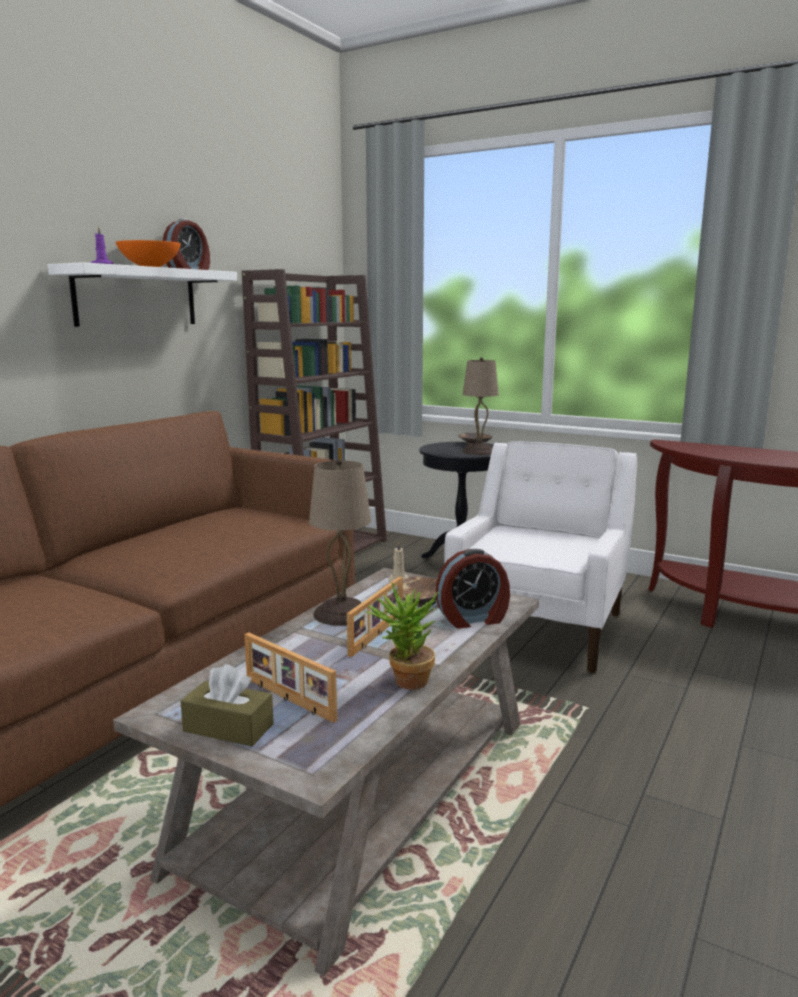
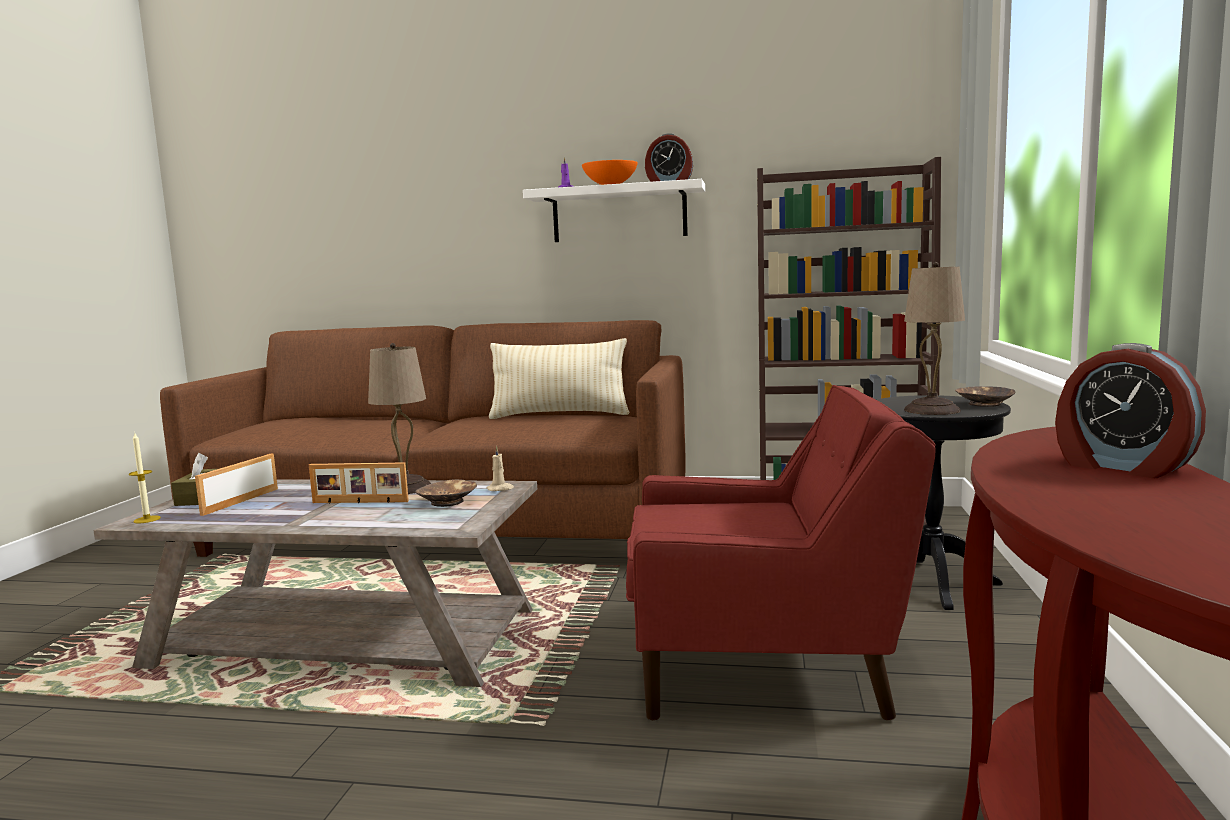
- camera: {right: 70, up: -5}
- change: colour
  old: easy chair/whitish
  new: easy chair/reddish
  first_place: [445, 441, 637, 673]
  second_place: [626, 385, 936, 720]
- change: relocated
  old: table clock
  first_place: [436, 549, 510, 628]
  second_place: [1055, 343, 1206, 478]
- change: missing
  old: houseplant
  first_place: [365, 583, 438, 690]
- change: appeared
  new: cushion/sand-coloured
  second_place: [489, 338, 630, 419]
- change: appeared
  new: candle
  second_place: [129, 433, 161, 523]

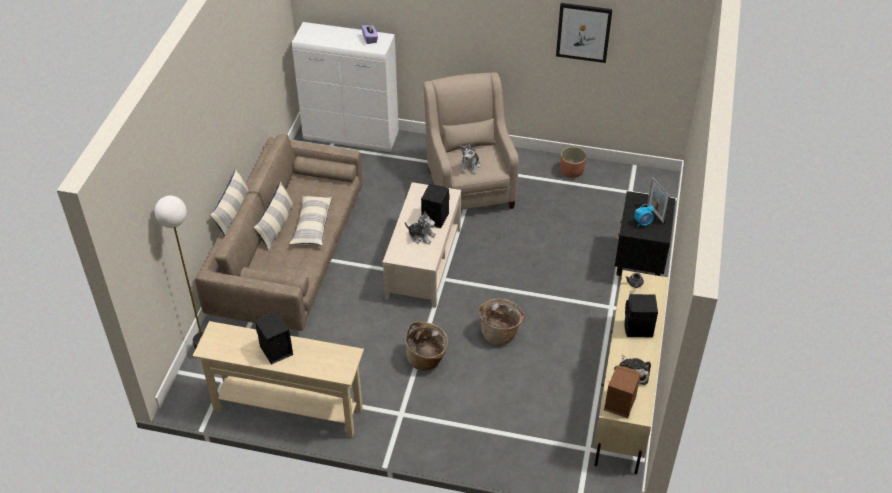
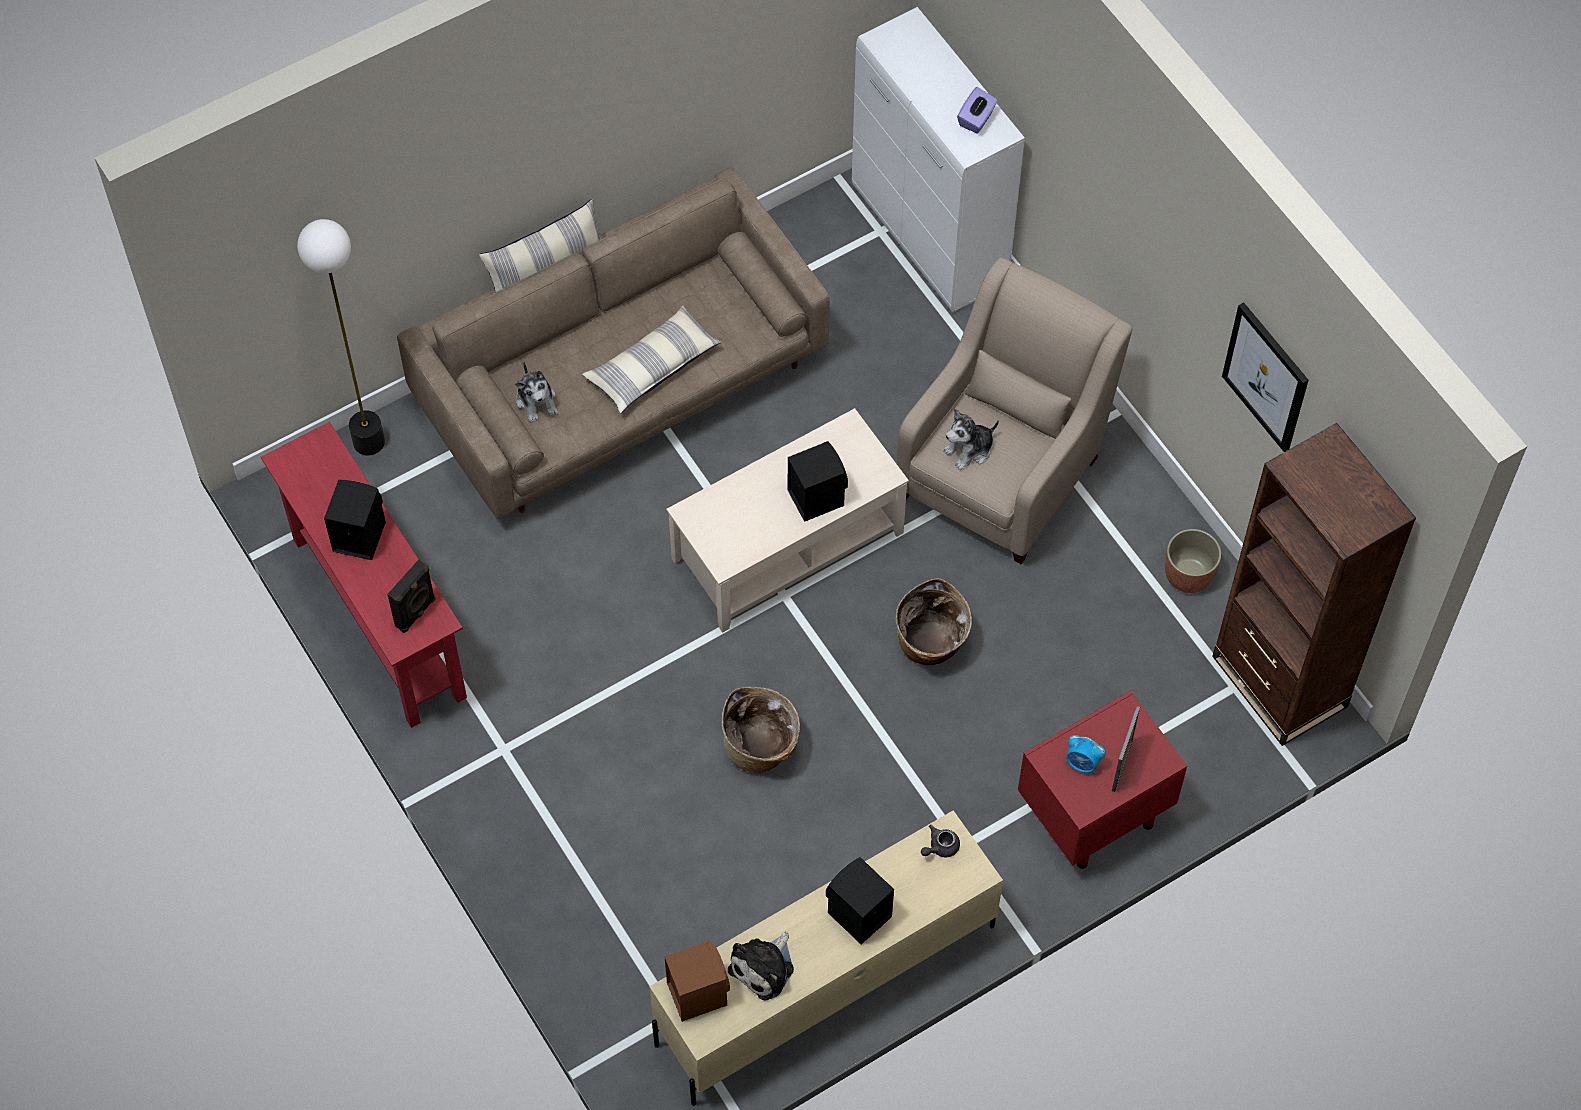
- camera: {right: 45, up: 15}
- change: missing
  old: cushion
  first_place: [253, 181, 294, 252]
- change: colour
  old: nightstand/black-coloured
  new: nightstand/reddish
  first_place: [615, 191, 676, 276]
  second_place: [1018, 691, 1187, 869]
- change: relocated
  old: cuddly toy
  first_place: [405, 211, 436, 245]
  second_place: [515, 362, 557, 423]
- change: colour
  old: console table/sand-coloured
  new: console table/reddish
  first_place: [192, 321, 364, 438]
  second_place: [261, 422, 467, 728]
- change: relocated
  old: storage basket
  first_place: [405, 322, 448, 371]
  second_place: [896, 578, 972, 665]
- change: appeared
  new: bookshelf/brown-coloured
  second_place: [1212, 423, 1416, 746]
- change: appeared
  new: audio speaker/black-coloured
  second_place: [387, 559, 435, 633]

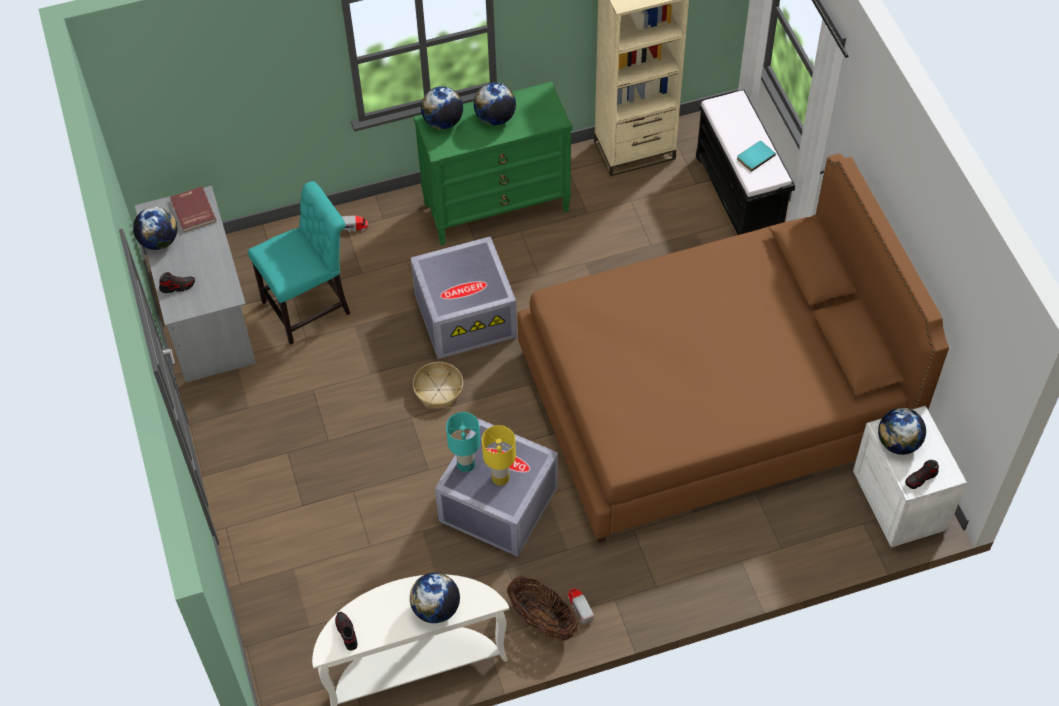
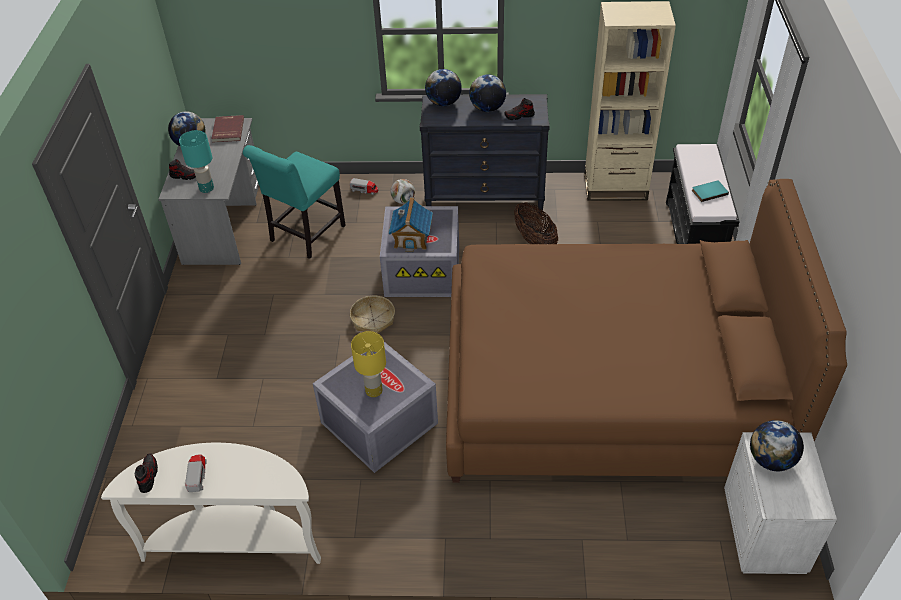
- camera: {right: 20, up: -10}
- change: colour
  old: drawer chest/green-coloured
  new: drawer chest/black-coloured
  first_place: [413, 81, 572, 245]
  second_place: [420, 94, 550, 216]
- change: spun
  old: plain chair/blue-green
  first_place: [248, 181, 350, 345]
  second_place: [243, 145, 346, 259]
  degrees: 135
- change: relocated
  old: lamp for a table/blue-green
  first_place: [446, 412, 480, 472]
  second_place: [179, 130, 214, 193]
- change: relocated
  old: shoe
  first_place: [905, 460, 939, 489]
  second_place: [505, 98, 535, 120]
- change: missing
  old: globe
  first_place: [410, 573, 460, 623]
- change: relocated
  old: storage basket
  first_place: [507, 576, 579, 641]
  second_place: [514, 202, 558, 244]
- change: relocated
  old: model truck
  first_place: [568, 588, 594, 624]
  second_place: [185, 454, 207, 492]
- change: appeared
  new: football
  second_place: [390, 179, 415, 204]
- change: appeared
  new: miniature house
  second_place: [389, 197, 433, 252]

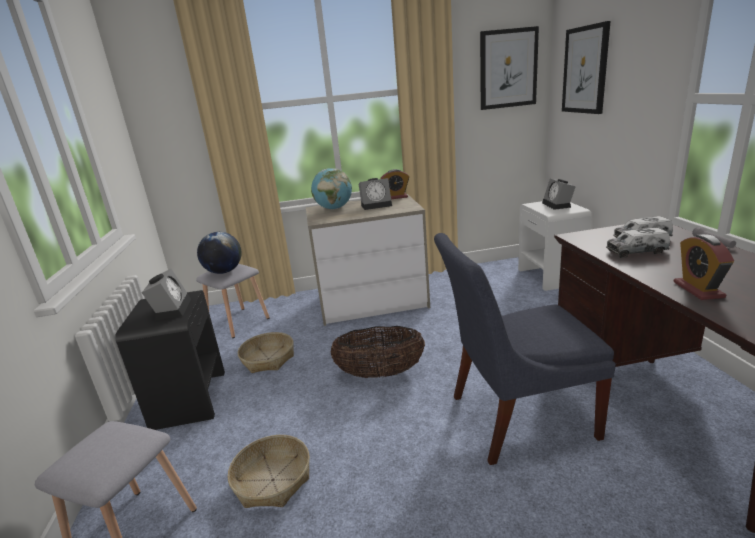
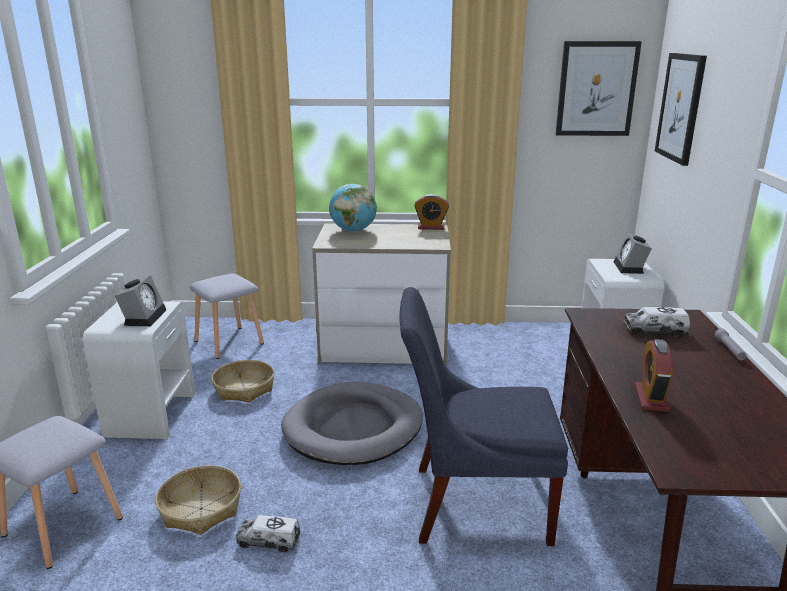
- camera: {right: 10, up: 0}
- change: missing
  old: table clock
  first_place: [359, 178, 392, 210]
- change: relocated
  old: model truck
  first_place: [606, 228, 670, 258]
  second_place: [236, 515, 301, 552]
- change: missing
  old: globe
  first_place: [197, 232, 242, 274]
- change: colour
  old: nightstand/black-coloured
  new: nightstand/whitish
  first_place: [115, 290, 225, 430]
  second_place: [83, 301, 195, 439]
- change: exchanged
  old: storage basket
  new: dog bed/greyish
  first_place: [331, 326, 425, 378]
  second_place: [281, 382, 423, 465]

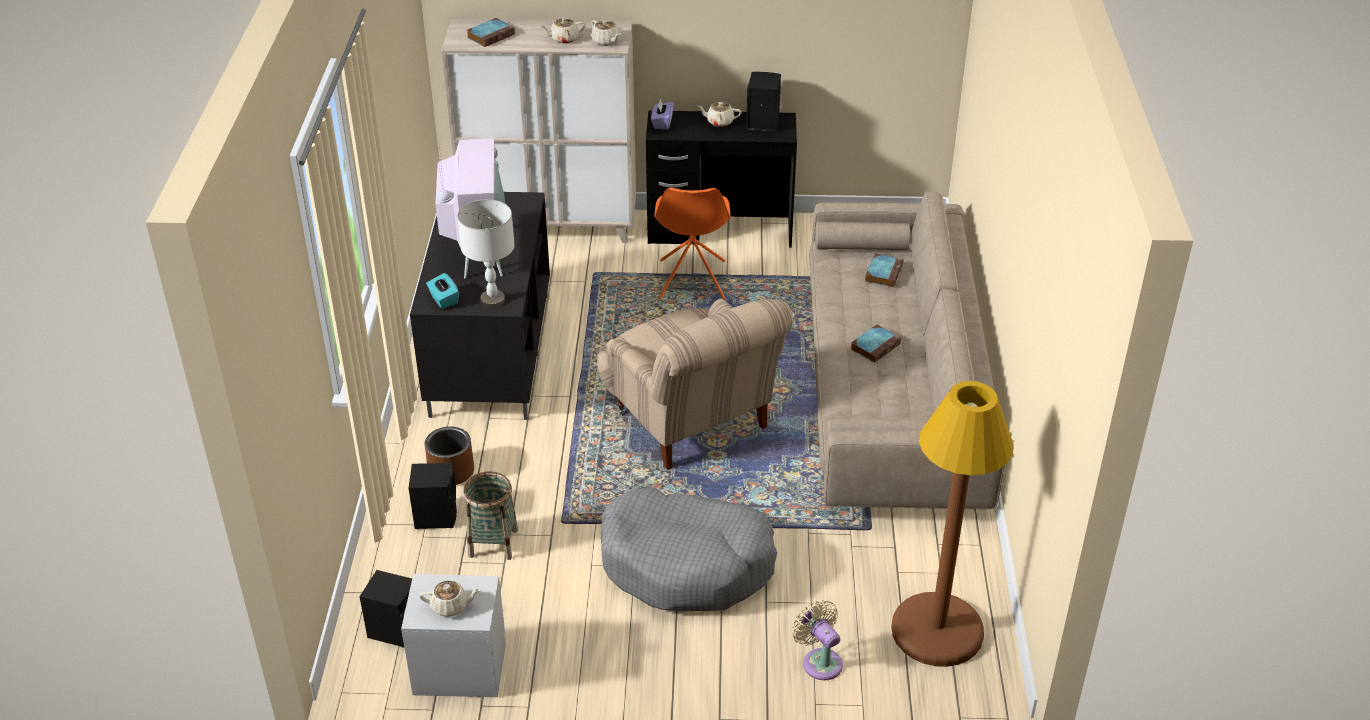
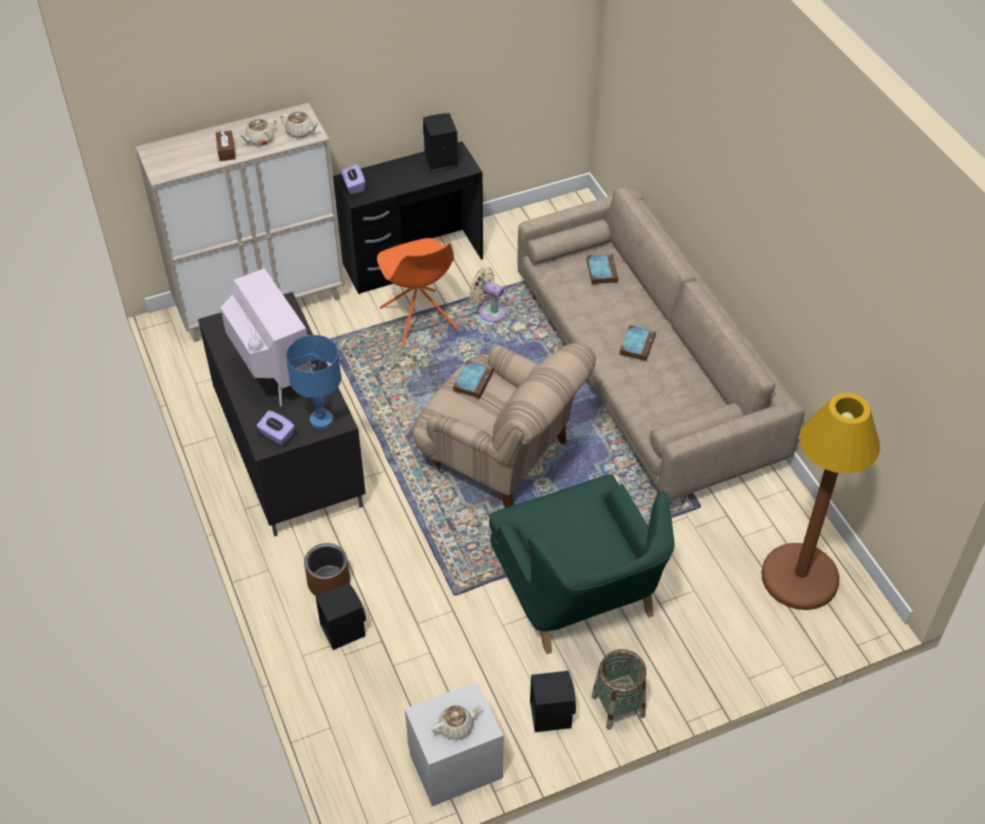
- camera: {right: -25, up: 10}
- change: relocated
  old: volume
  first_place: [467, 18, 515, 47]
  second_place: [453, 360, 493, 399]
- change: missing
  old: pot for tea/sand-coloured
  first_place: [697, 102, 742, 127]
- change: colour
  old: lamp for a table/greyish
  new: lamp for a table/blue
  first_place: [457, 199, 515, 308]
  second_place: [286, 335, 341, 429]
- change: colour
  old: box of tissues/blue-green
  new: box of tissues/purple
  first_place: [426, 273, 459, 309]
  second_place: [257, 410, 295, 445]
- change: relocated
  old: storage basket
  first_place: [463, 471, 518, 560]
  second_place: [592, 649, 646, 730]
- change: exchanged
  old: dog bed/greyish
  new: easy chair/green-coloured
  first_place: [600, 487, 777, 611]
  second_place: [489, 474, 674, 654]
- change: relocated
  old: audio speaker/black-coloured
  first_place: [360, 570, 412, 647]
  second_place: [530, 671, 576, 732]
- change: relocated
  old: fan/sand-coloured
  first_place: [792, 600, 843, 680]
  second_place: [469, 267, 506, 322]
- change: appeared
  new: box of tissues/brown-coloured
  second_place: [216, 130, 236, 161]

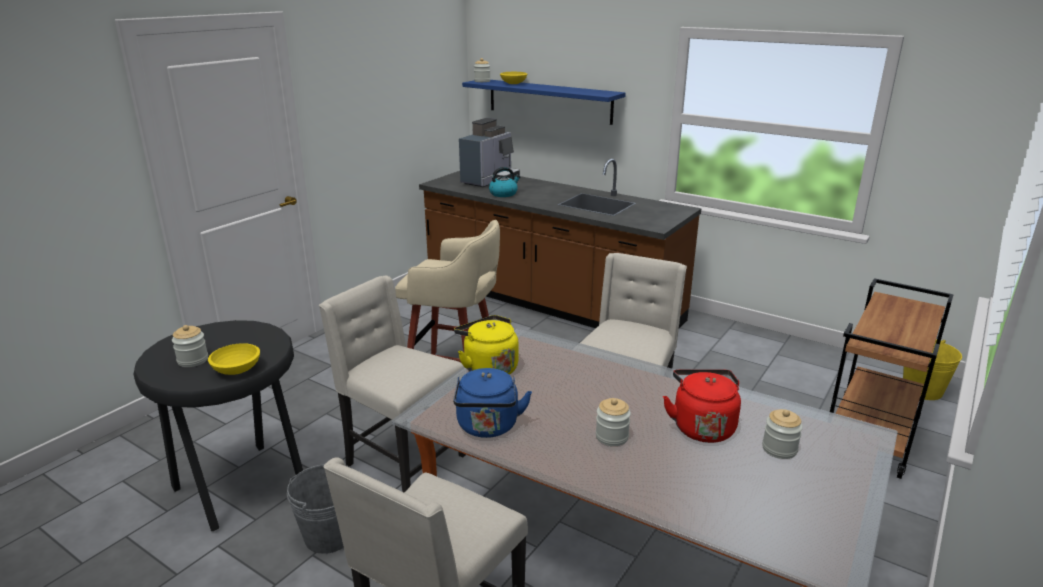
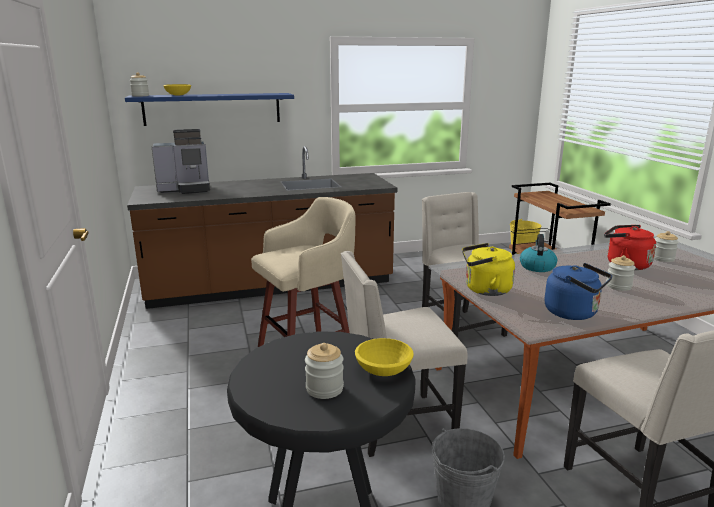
- camera: {right: -50, up: -5}
- change: spun
  old: coffee machine
  first_place: [459, 118, 520, 187]
  second_place: [152, 129, 210, 194]
  degrees: 90
- change: relocated
  old: tea kettle
  first_place: [489, 167, 520, 197]
  second_place: [520, 234, 557, 272]

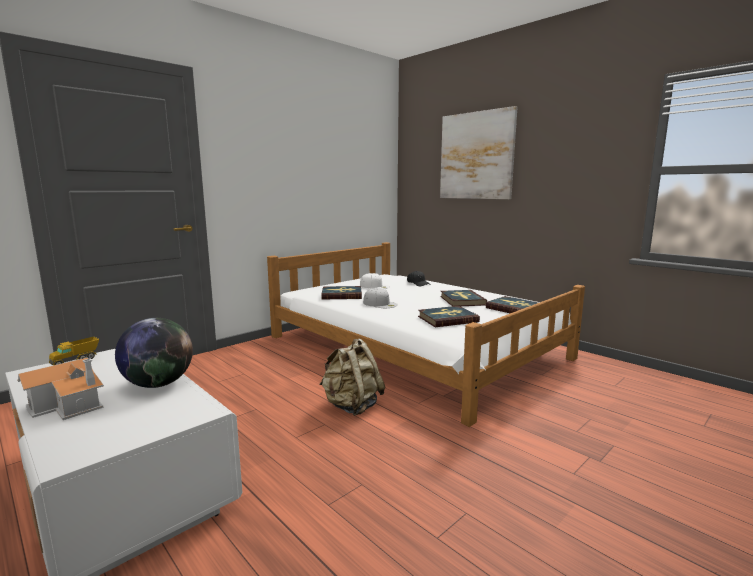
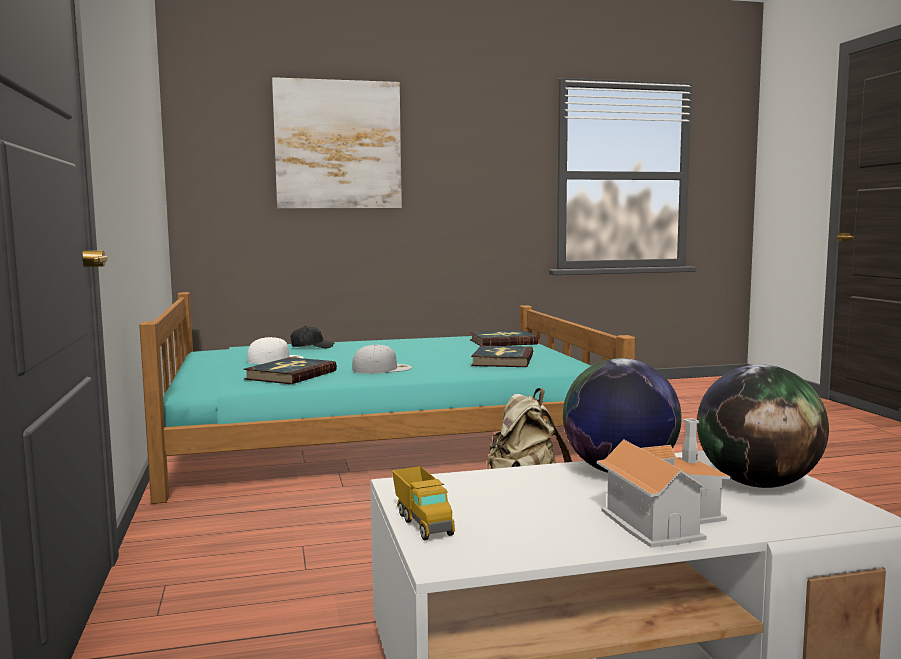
- camera: {right: -60, up: -5}
- change: colour
  old: bed/whitish
  new: bed/blue-green
  first_place: [267, 242, 585, 427]
  second_place: [139, 292, 636, 504]
- change: missing
  old: volume
  first_place: [440, 290, 487, 306]
- change: appeared
  new: globe
  second_place: [697, 364, 829, 488]

